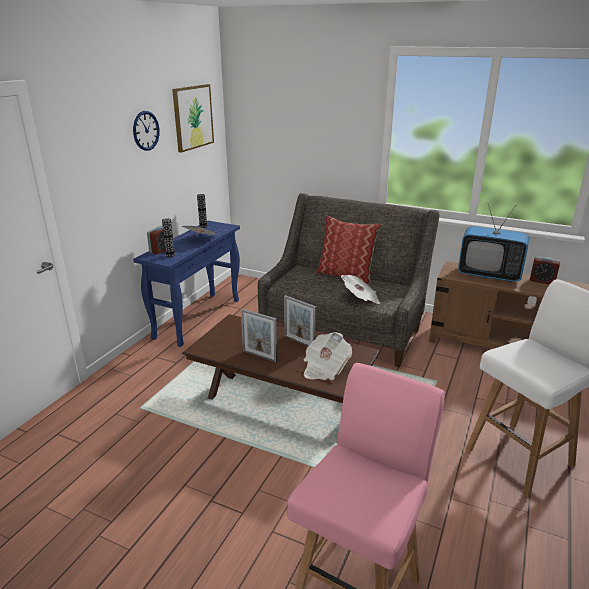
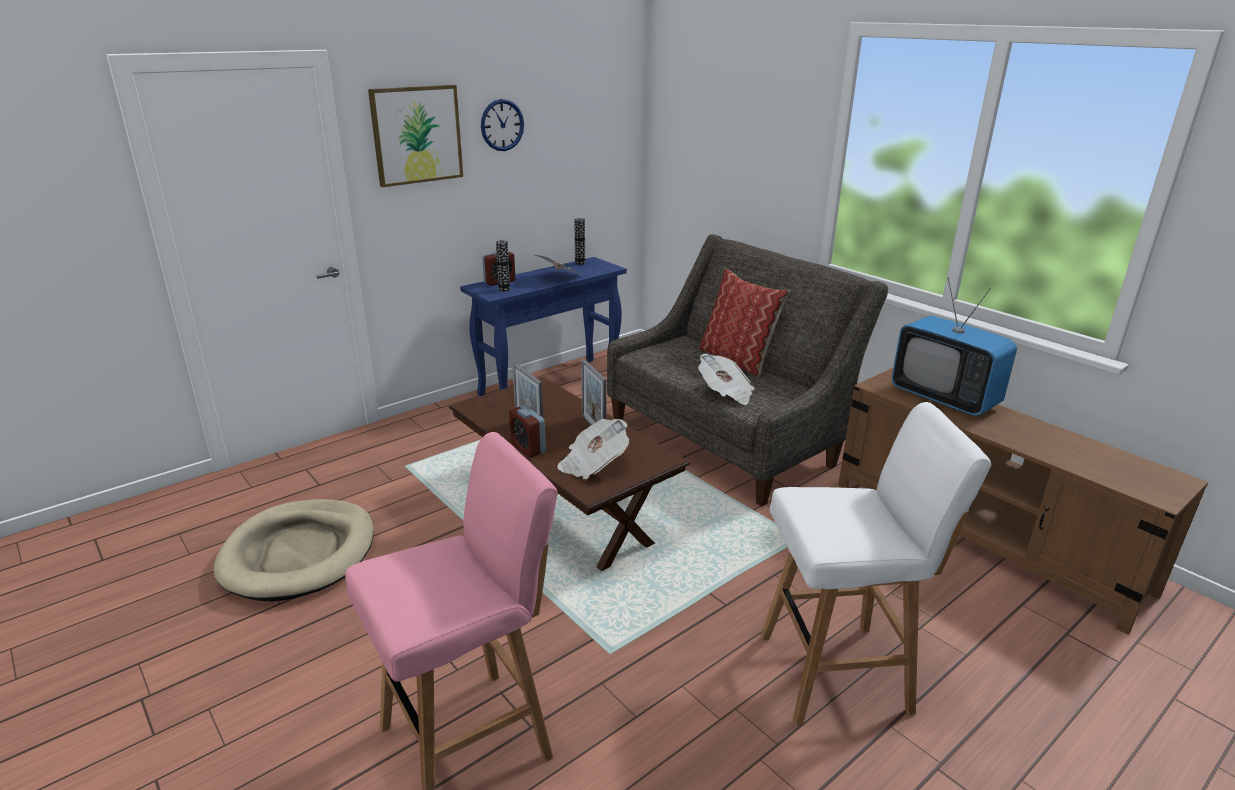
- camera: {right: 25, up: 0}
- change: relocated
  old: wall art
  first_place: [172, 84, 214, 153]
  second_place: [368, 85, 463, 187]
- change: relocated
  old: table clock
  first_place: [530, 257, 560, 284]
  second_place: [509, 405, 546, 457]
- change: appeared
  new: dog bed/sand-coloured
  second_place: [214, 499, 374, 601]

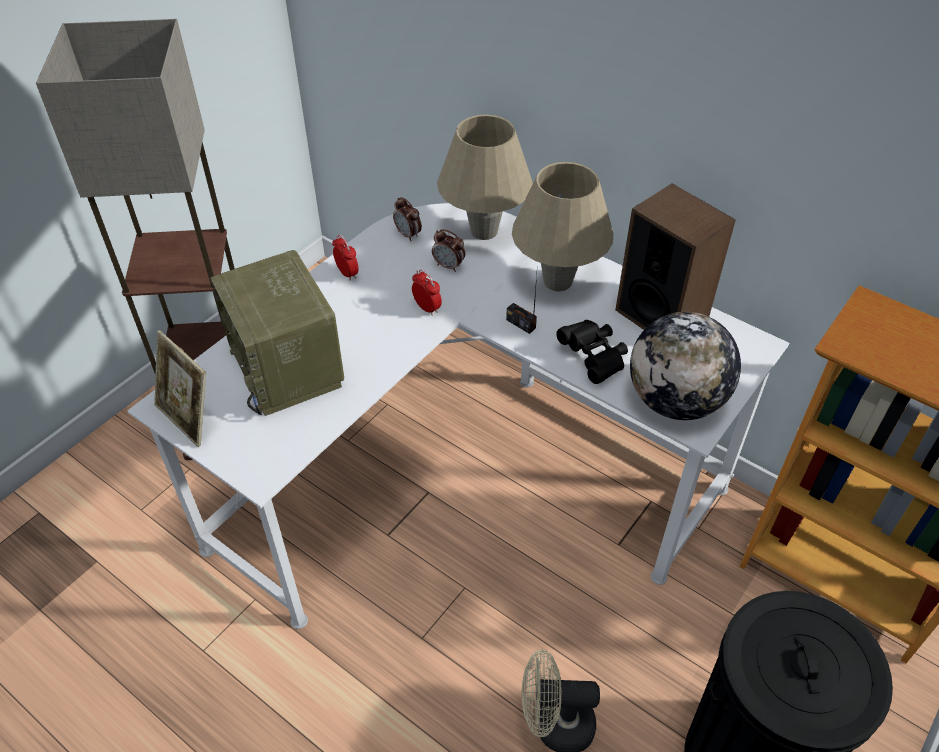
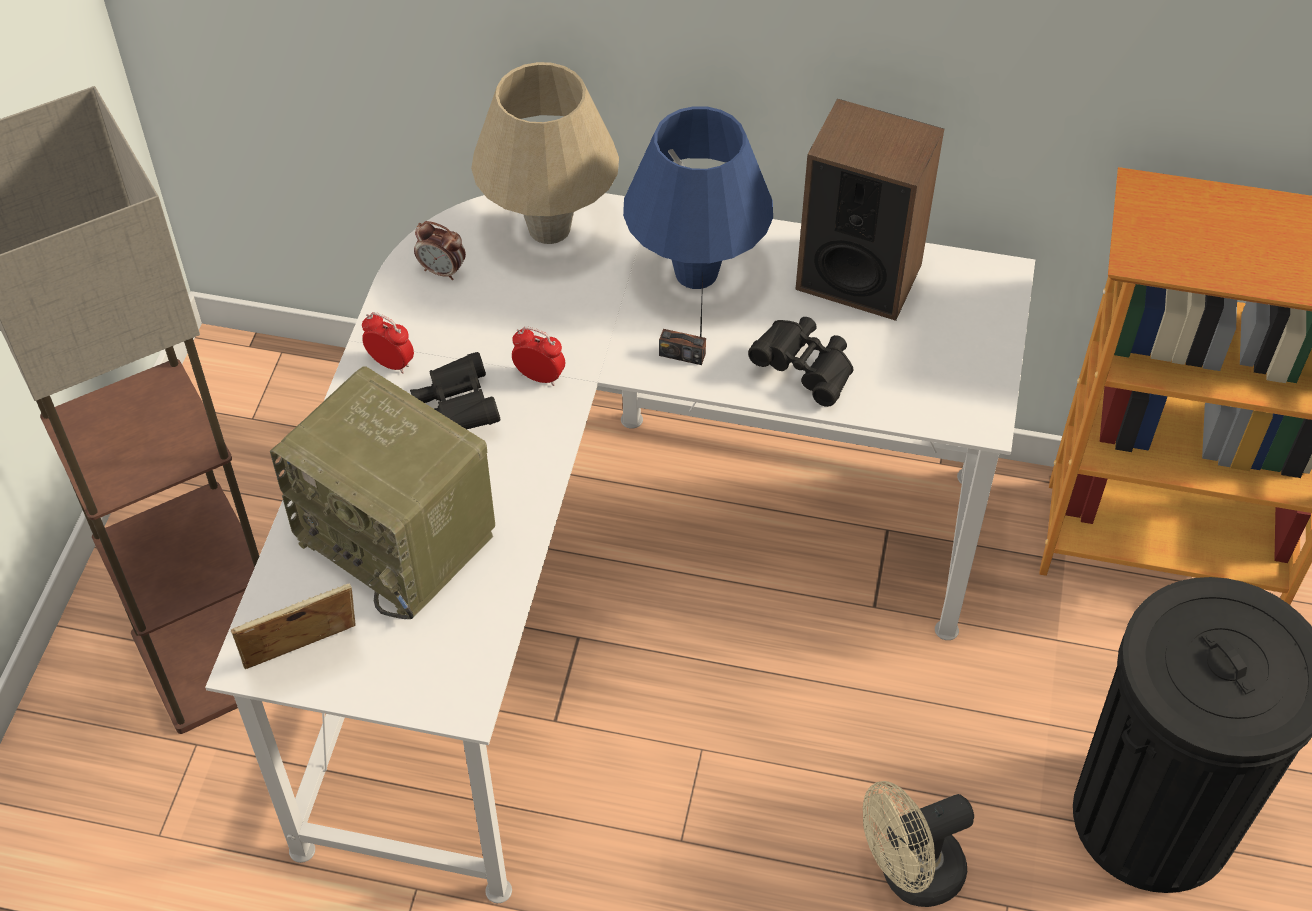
- camera: {right: -25, up: 5}
- change: colour
  old: lamp for a table/sand-coloured
  new: lamp for a table/blue
  first_place: [512, 162, 613, 291]
  second_place: [623, 106, 773, 289]
- change: missing
  old: table clock
  first_place: [432, 229, 465, 272]
- change: missing
  old: globe
  first_place: [630, 312, 741, 420]
- change: spun
  old: standing frame
  first_place: [154, 330, 206, 447]
  second_place: [231, 583, 356, 669]
  degrees: 135
- change: appeared
  new: field glasses/black-coloured
  second_place: [410, 352, 500, 429]

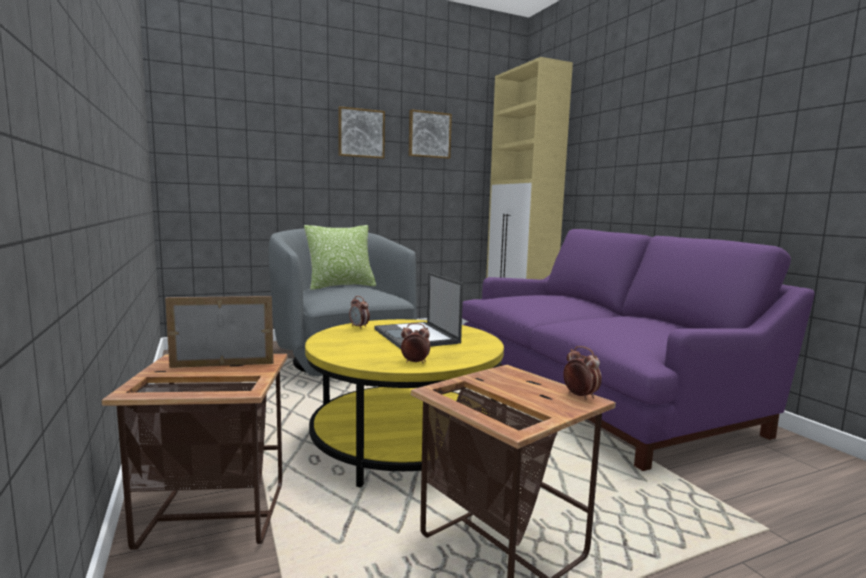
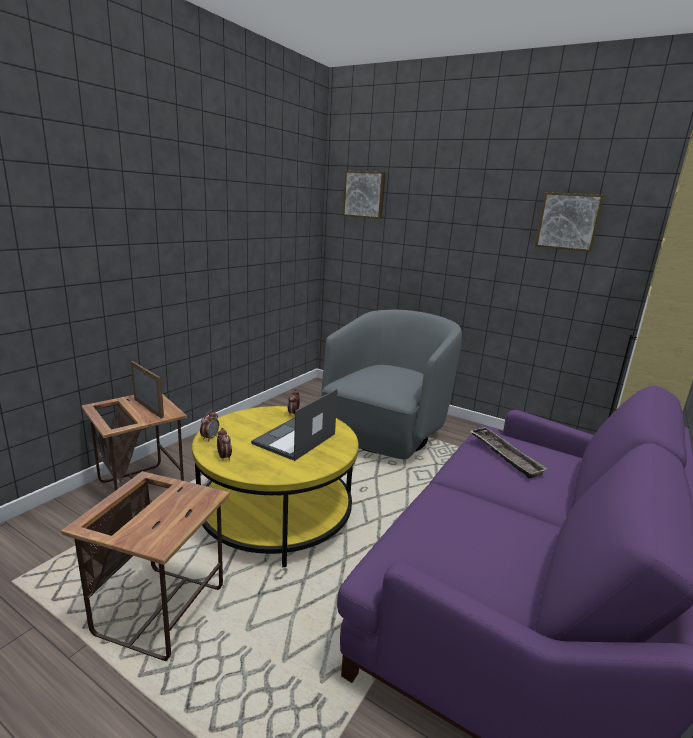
- camera: {right: 55, up: 10}
- change: relocated
  old: wall art
  first_place: [338, 106, 385, 159]
  second_place: [343, 171, 386, 219]
- change: missing
  old: cushion
  first_place: [304, 225, 376, 290]
- change: relocated
  old: table clock
  first_place: [563, 346, 602, 400]
  second_place: [200, 410, 219, 442]
- change: appeared
  new: carrying tray
  second_place: [470, 427, 547, 478]

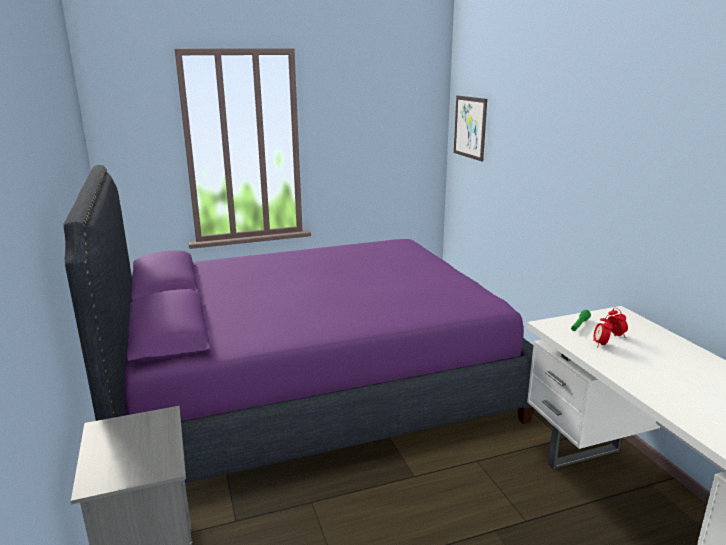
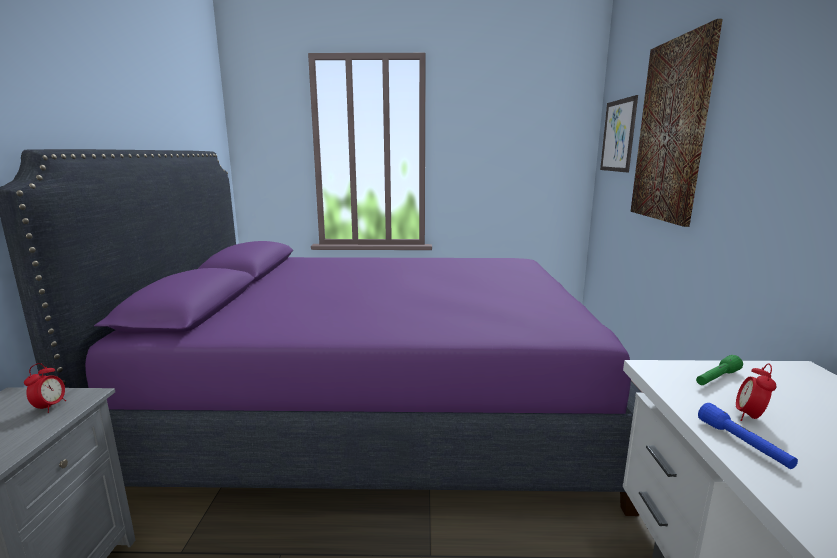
- camera: {right: 20, up: -5}
- change: relocated
  old: table clock
  first_place: [608, 308, 628, 338]
  second_place: [24, 363, 66, 413]
- change: appeared
  new: wall art
  second_place: [631, 19, 723, 227]
- change: appeared
  new: hand torch/blue
  second_place: [698, 403, 798, 469]

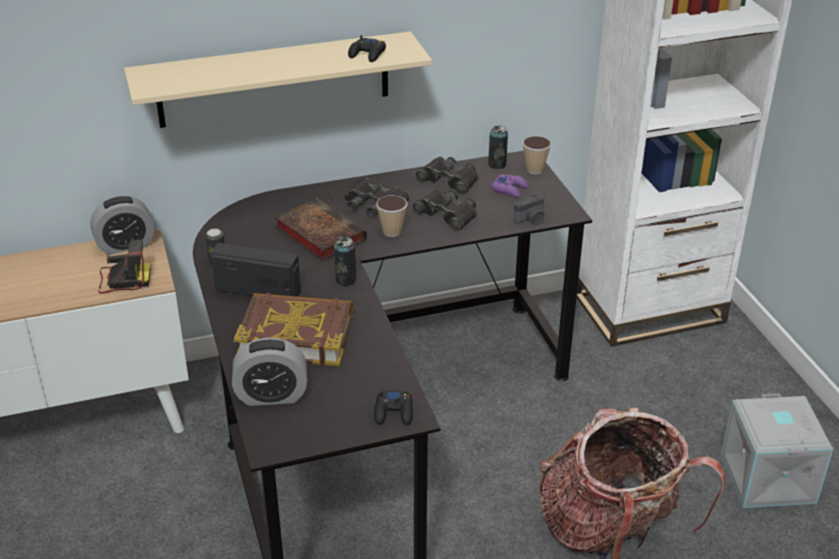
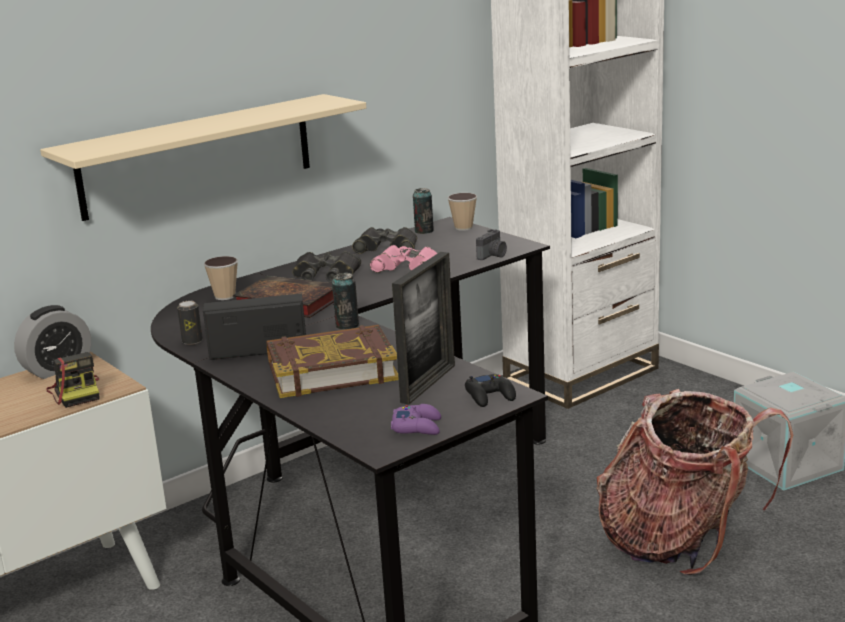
- camera: {right: -20, up: -15}
- change: missing
  old: joypad/black-coloured
  first_place: [348, 35, 386, 62]
- change: relocated
  old: joypad/purple
  first_place: [491, 174, 528, 198]
  second_place: [391, 404, 441, 435]
- change: colour
  old: field glasses/black-coloured
  new: field glasses/pink-coloured
  first_place: [412, 189, 477, 231]
  second_place: [370, 245, 437, 273]
- change: relocated
  old: cup
  first_place: [376, 195, 408, 237]
  second_place: [204, 256, 238, 300]
- change: spun
  old: still camera
  first_place: [98, 240, 151, 294]
  second_place: [46, 352, 100, 408]
  degrees: 90
- change: missing
  old: table clock
  first_place: [232, 338, 307, 406]
- change: appeared
  new: standing frame
  second_place: [392, 252, 455, 405]

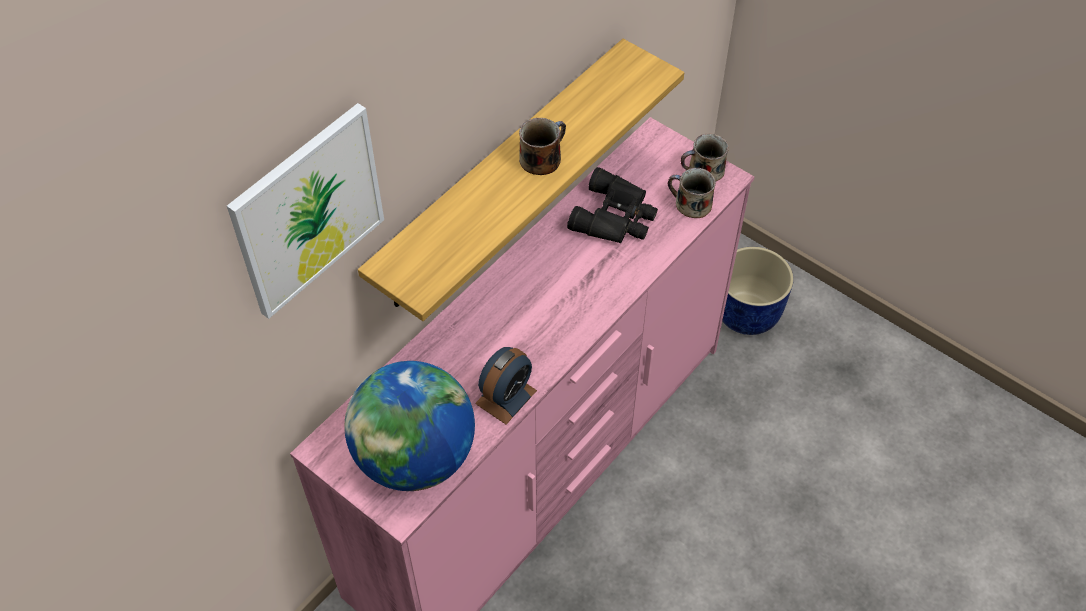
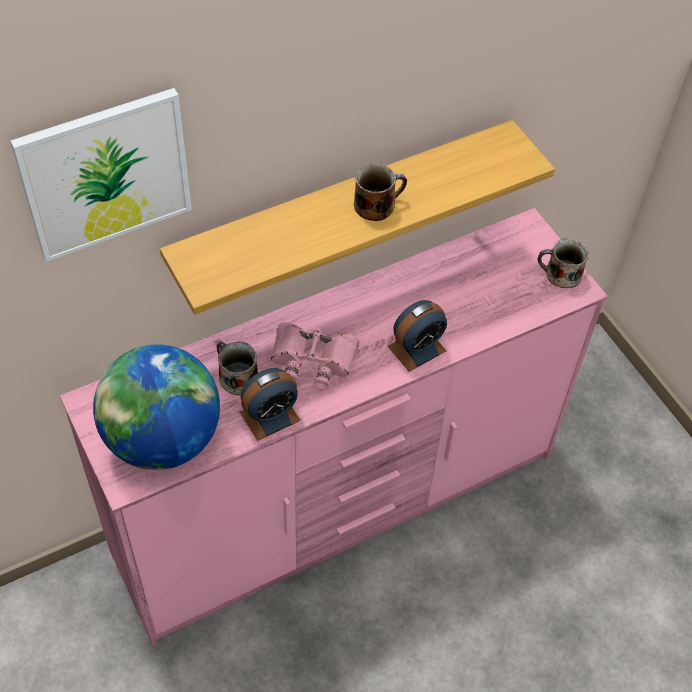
- camera: {right: 20, up: 0}
- change: missing
  old: field glasses/black-coloured
  first_place: [567, 167, 658, 243]
- change: relocated
  old: mug
  first_place: [668, 168, 716, 218]
  second_place: [217, 342, 258, 395]
- change: missing
  old: planter/blue
  first_place: [722, 247, 794, 335]
- change: appeared
  new: table clock
  second_place: [388, 300, 447, 372]
- change: appeared
  new: field glasses/pink-coloured
  second_place: [271, 322, 359, 389]

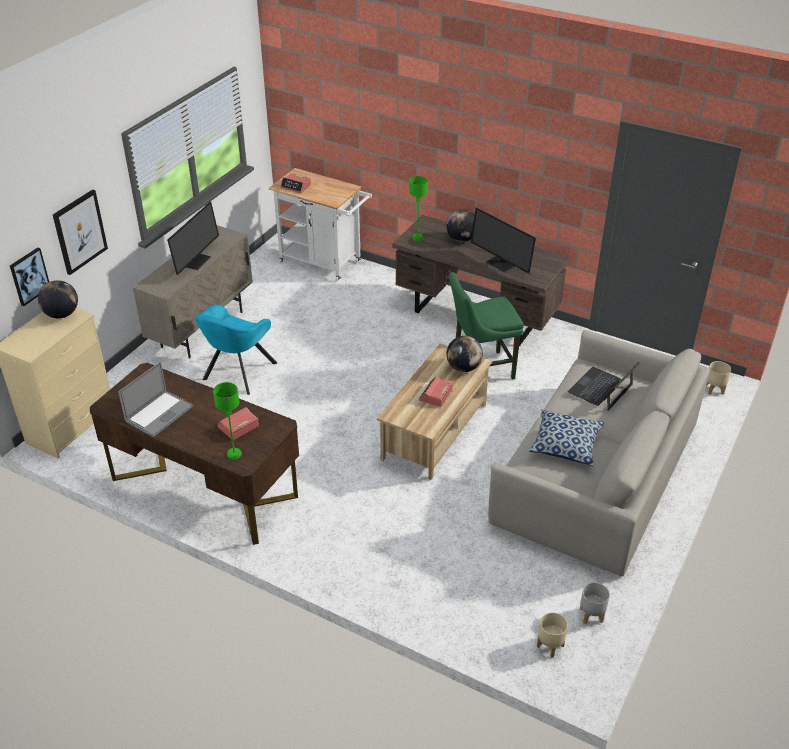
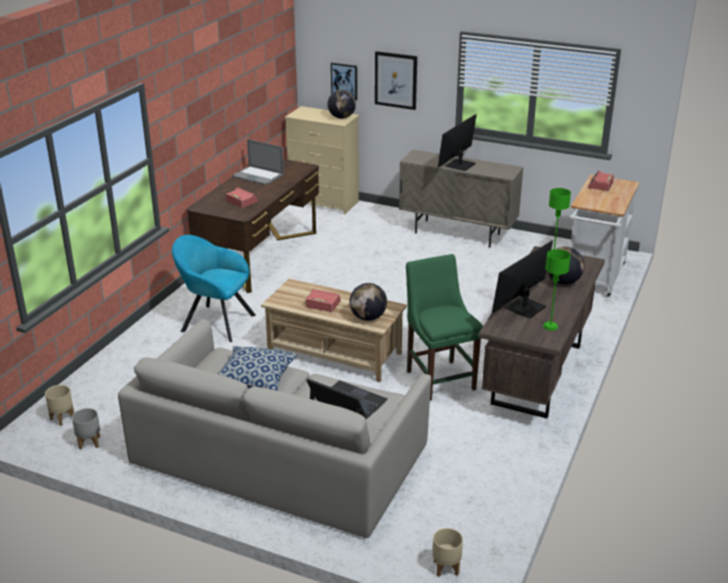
- camera: {right: 85, up: -10}
- change: spun
  old: monitor
  first_place: [167, 201, 219, 275]
  second_place: [438, 114, 477, 171]
  degrees: 105
- change: relocated
  old: easy chair/blue-green
  first_place: [195, 305, 277, 395]
  second_place: [172, 235, 256, 342]
- change: relocated
  old: lamp for a table/green-coloured
  first_place: [213, 382, 242, 459]
  second_place: [543, 249, 571, 331]

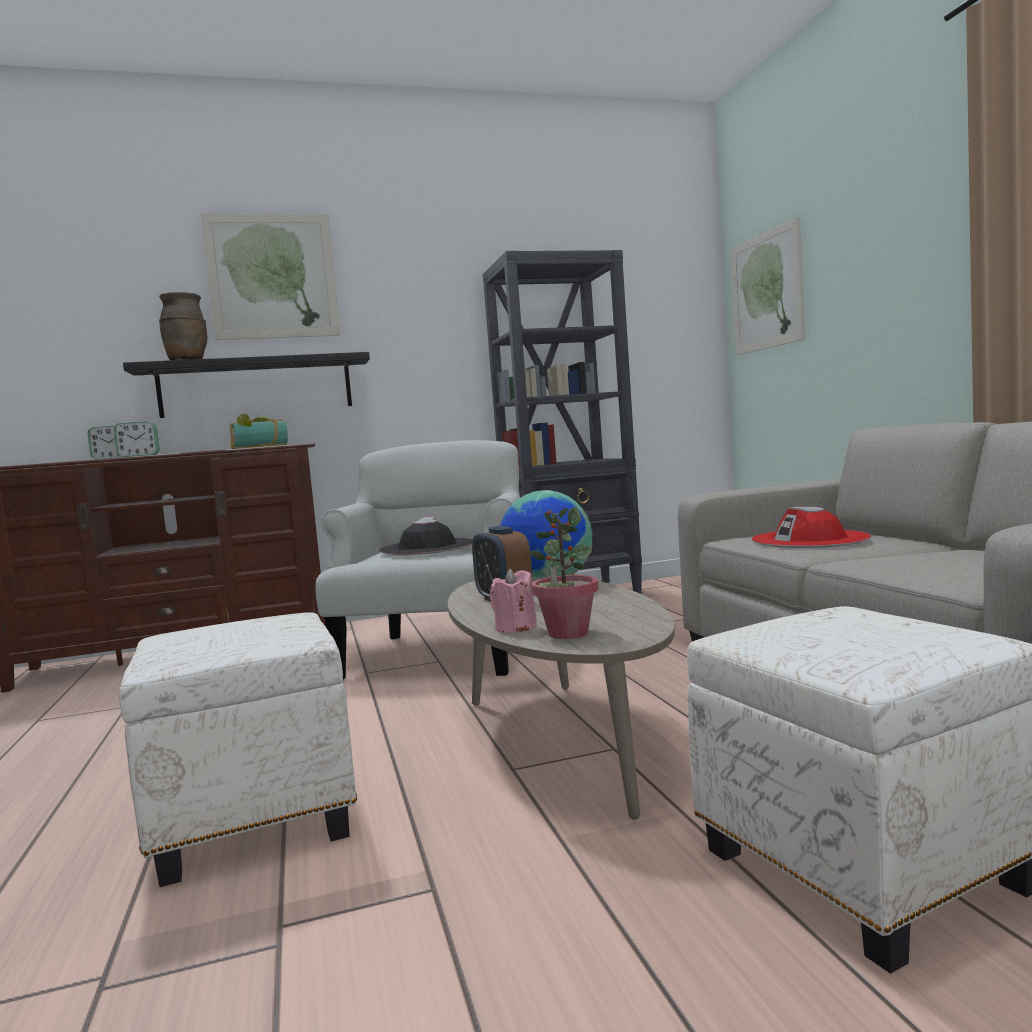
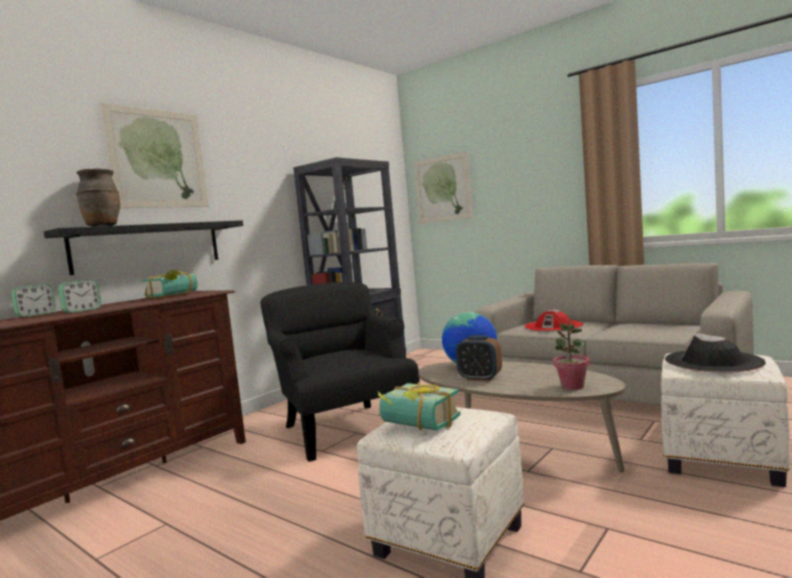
- camera: {right: -35, up: 0}
- change: colour
  old: easy chair/whitish
  new: easy chair/black-coloured
  first_place: [315, 440, 520, 680]
  second_place: [260, 282, 420, 462]
- change: relocated
  old: hat/black-coloured
  first_place: [379, 516, 473, 555]
  second_place: [665, 333, 766, 373]
- change: missing
  old: candle/pink-coloured
  first_place: [490, 569, 537, 633]
- change: appeared
  new: volume
  second_place: [378, 382, 461, 431]

